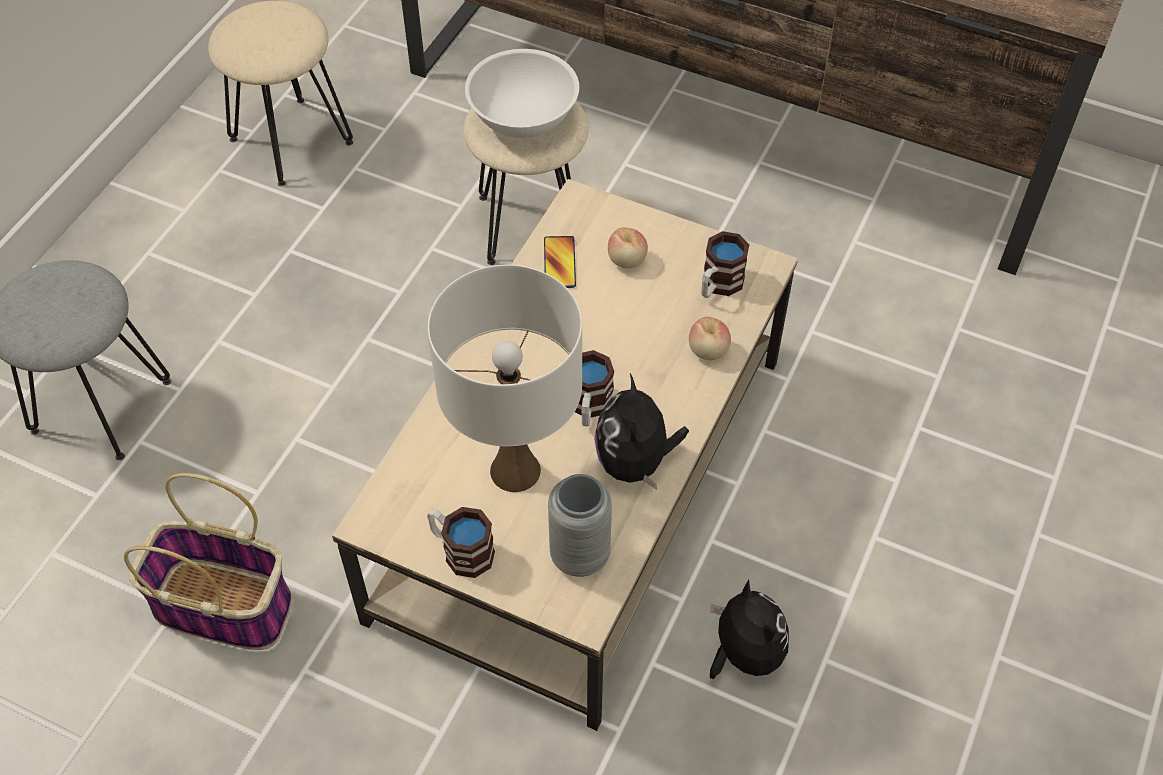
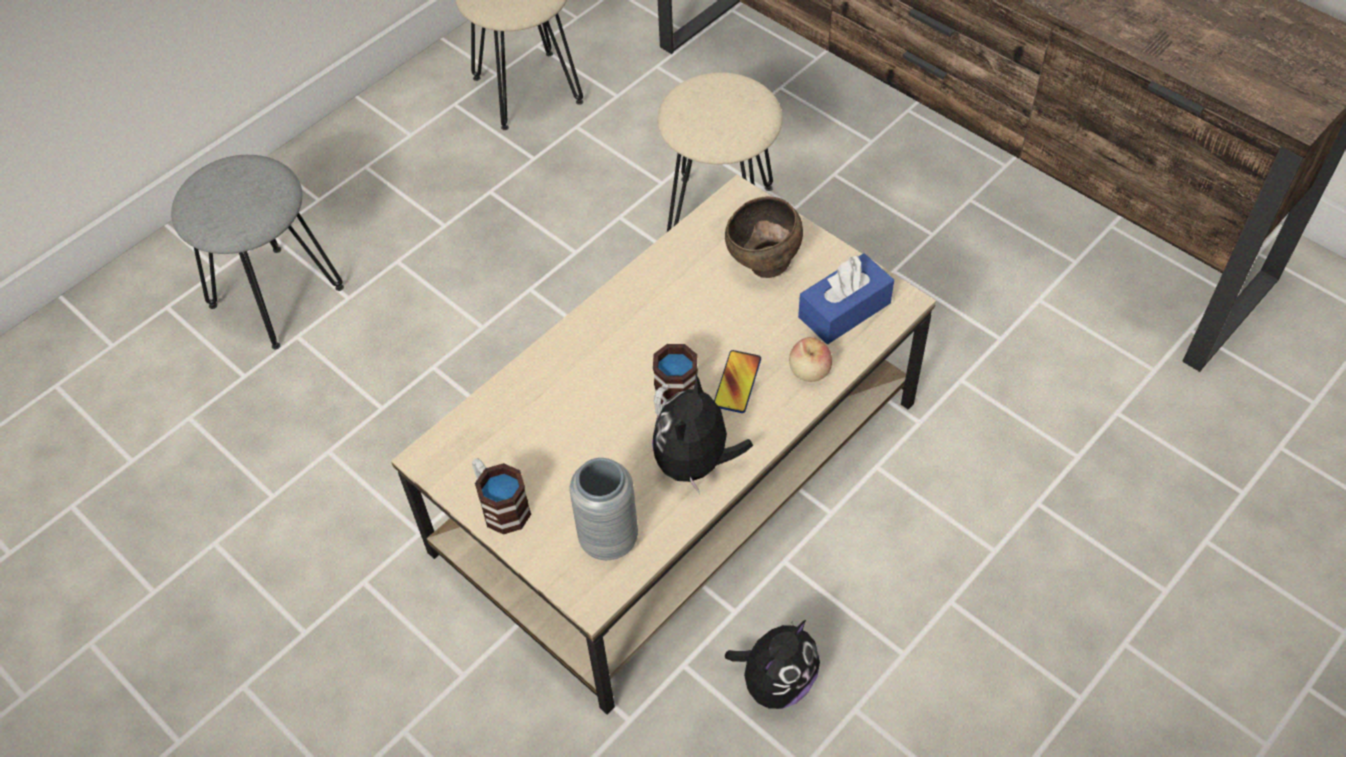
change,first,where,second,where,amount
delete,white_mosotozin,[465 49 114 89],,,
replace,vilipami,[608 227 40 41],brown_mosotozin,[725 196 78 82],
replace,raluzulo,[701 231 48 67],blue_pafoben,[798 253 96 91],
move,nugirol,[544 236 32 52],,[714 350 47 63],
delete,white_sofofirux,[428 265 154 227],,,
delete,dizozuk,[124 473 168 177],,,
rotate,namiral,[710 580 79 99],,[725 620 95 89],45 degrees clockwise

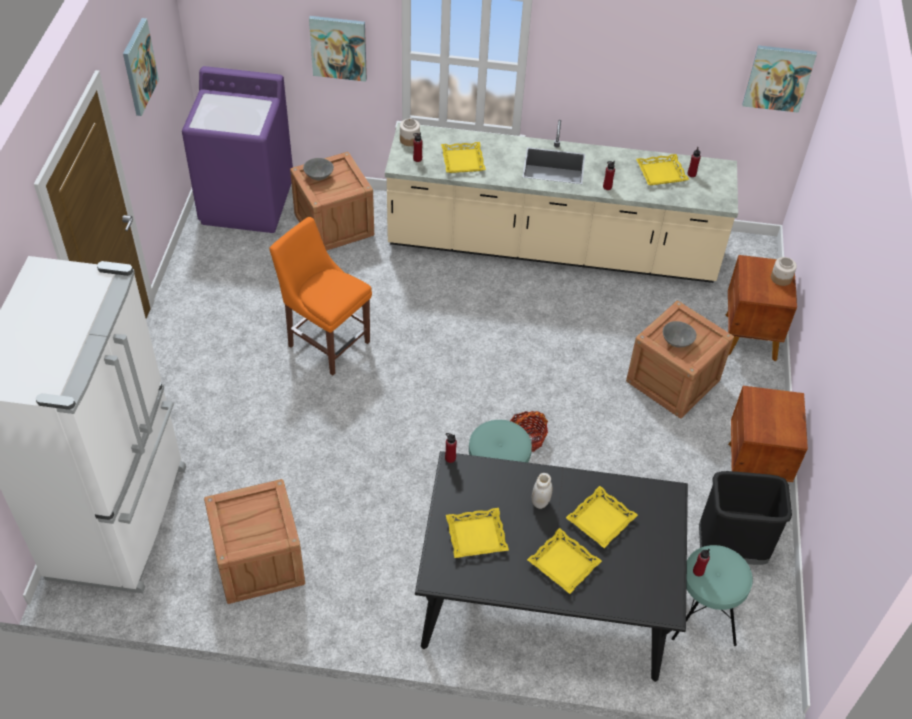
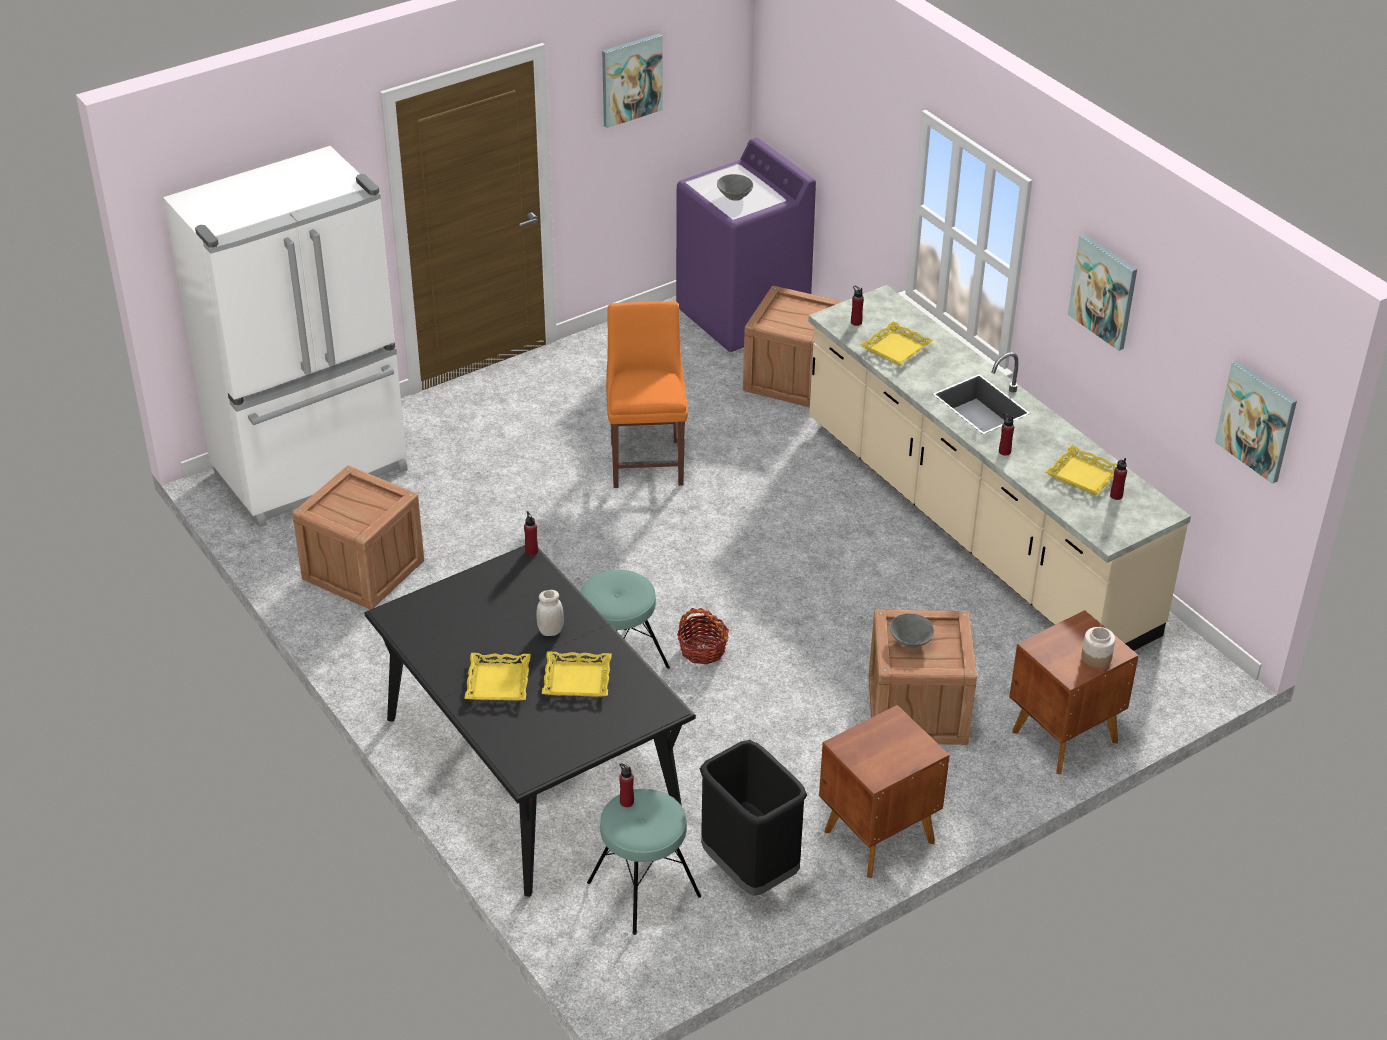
change,first,where,second,where,amount
move,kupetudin,[309 16 58 66],,[1068 234 69 117],
delete,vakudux,[400 119 20 27],,,
move,grey_mosotozin,[303 158 31 22],,[717 174 36 27],
delete,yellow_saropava,[446 508 63 50],,,

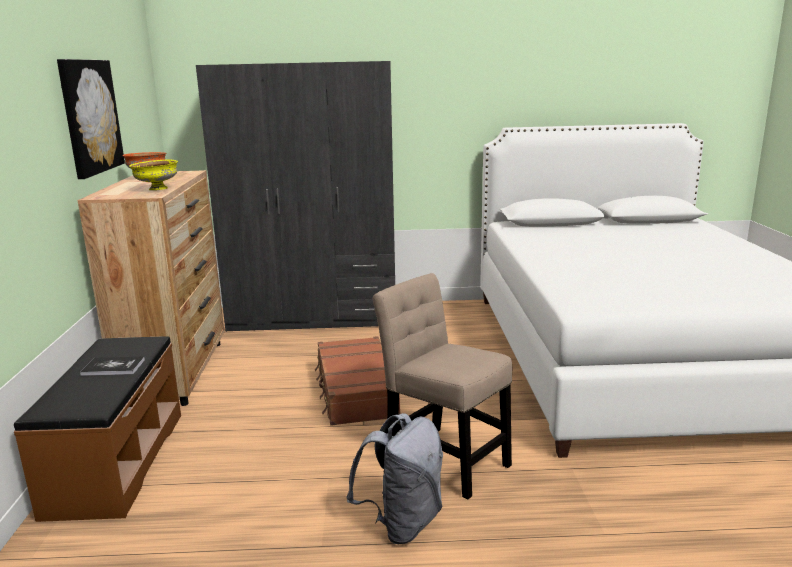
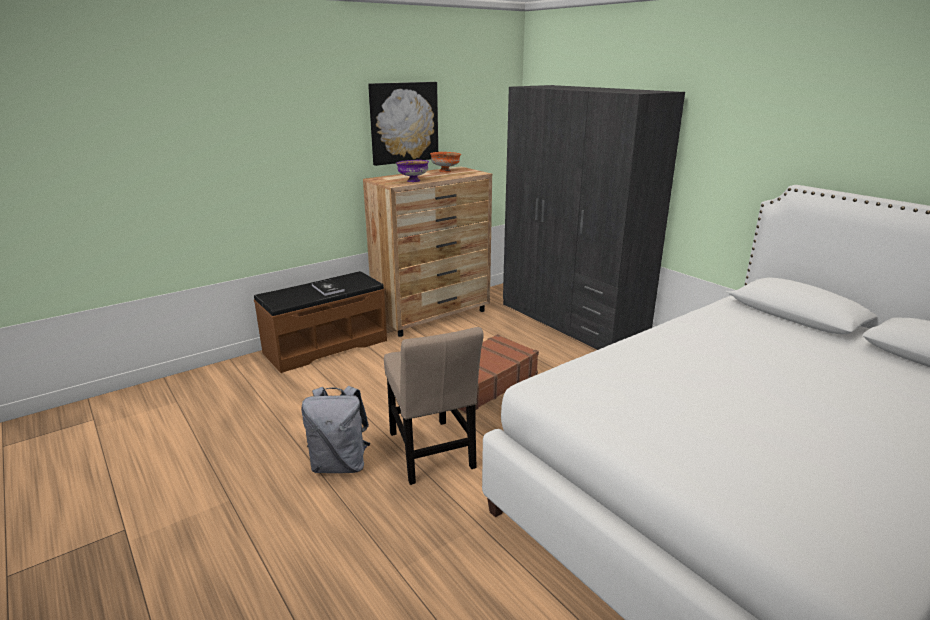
change,first,where,second,where,amount
recolor,yellow_mosotozin,[129 160 49 30],purple_mosotozin,[396 160 33 22],
rotate,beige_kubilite,[373 273 139 226],,[384 327 100 158],150 degrees clockwise

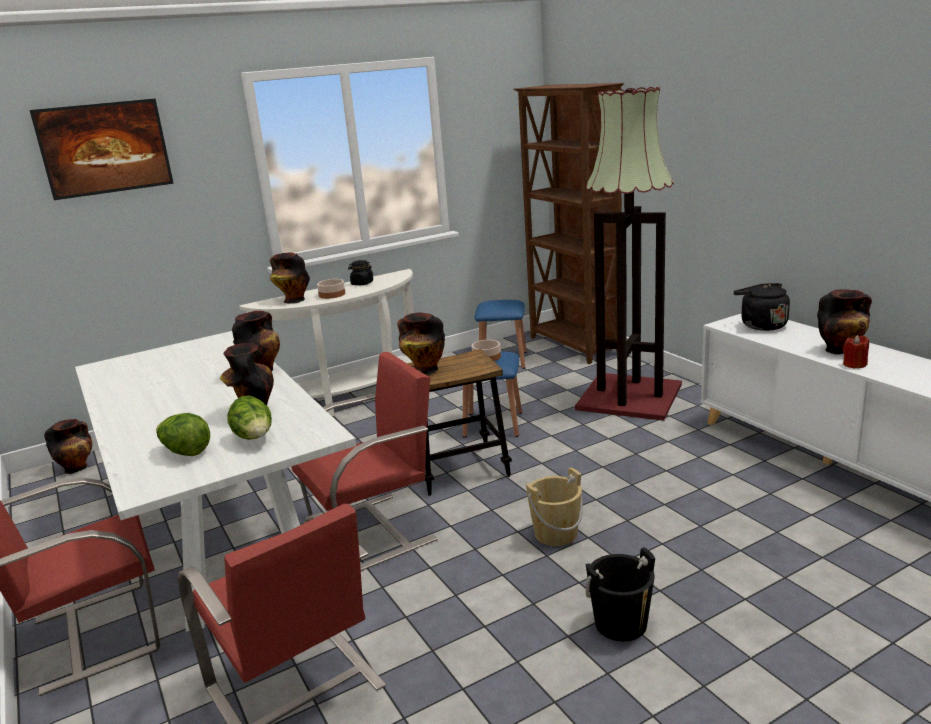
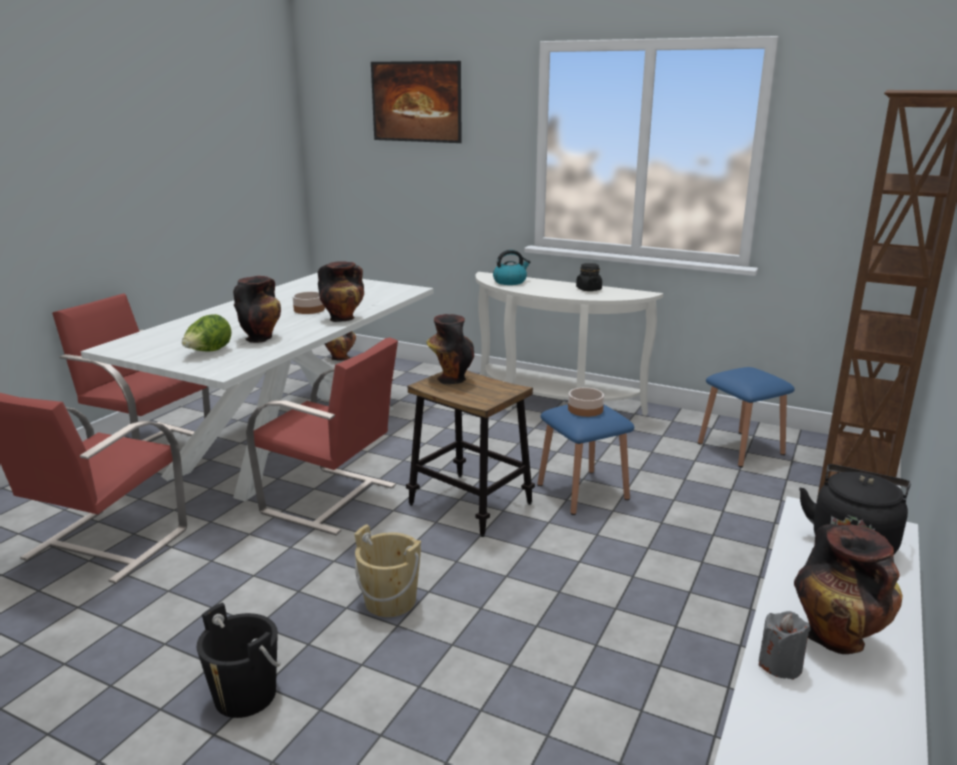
change,first,where,second,where,amount
delete,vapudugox,[575 87 107 334],,,
replace,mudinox,[270 252 40 52],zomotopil,[493 250 37 35],
move,mosotozin,[317 279 28 20],,[292 291 33 23],
recolor,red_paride,[843 335 26 34],grey_paride,[759 611 52 69],
delete,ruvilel,[156 413 54 43],,,

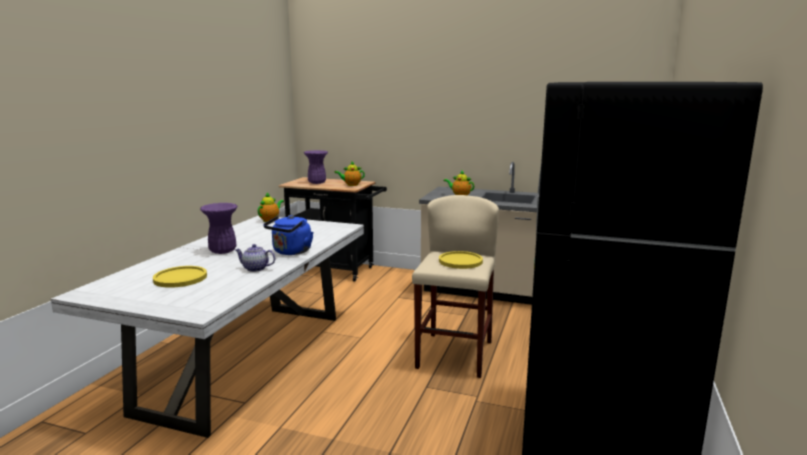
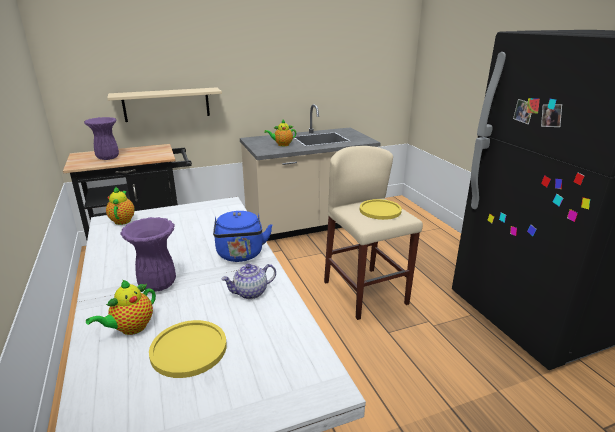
change,first,where,second,where,amount
move,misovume,[334 161 31 25],,[86 280 70 55],
insert,,,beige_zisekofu,[107 87 115 35],

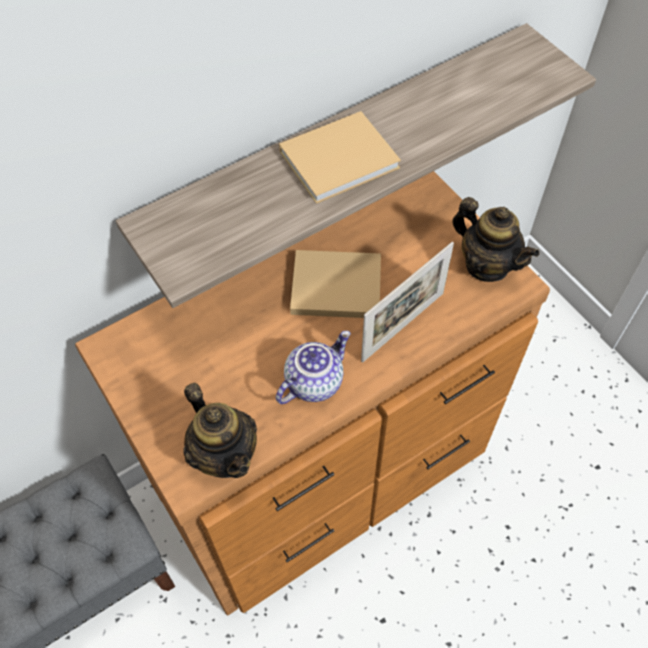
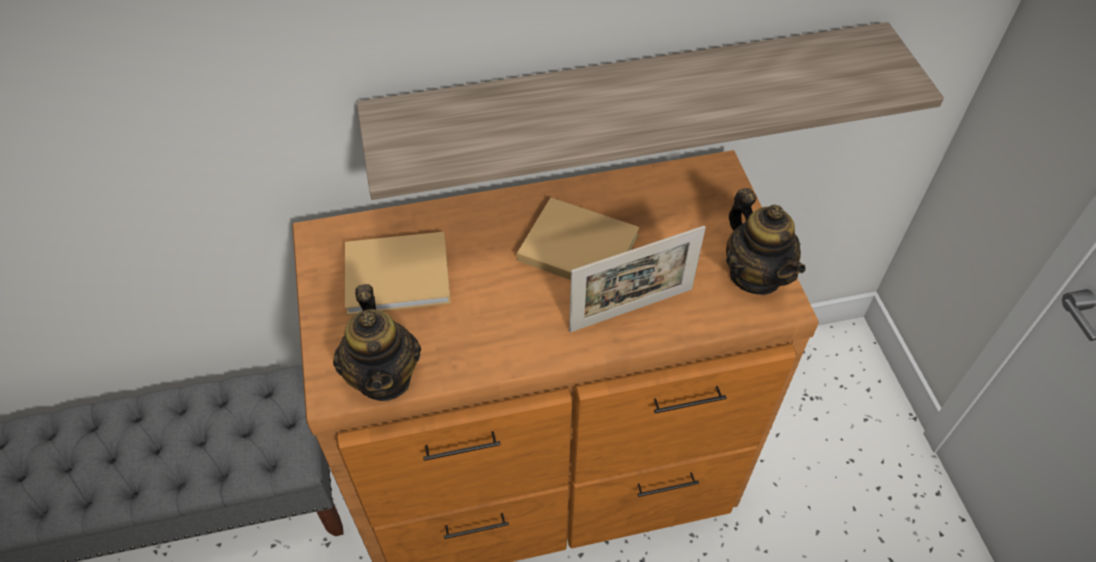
change,first,where,second,where,amount
move,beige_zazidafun,[279 111 122 93],,[345 232 106 83],
delete,misovume,[276 331 75 73],,,

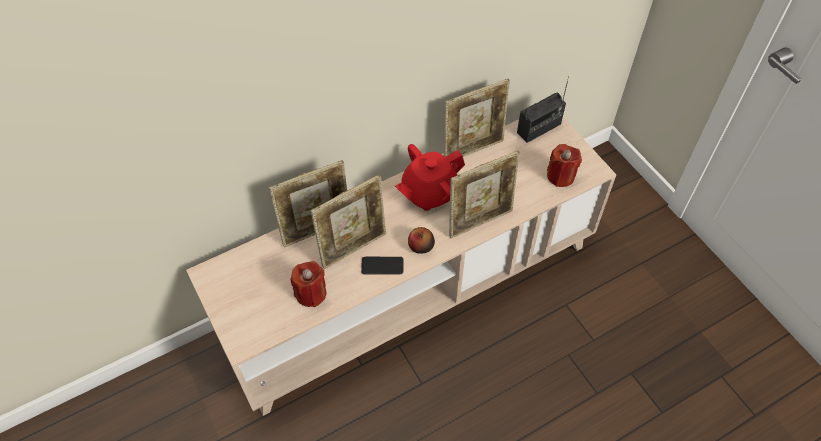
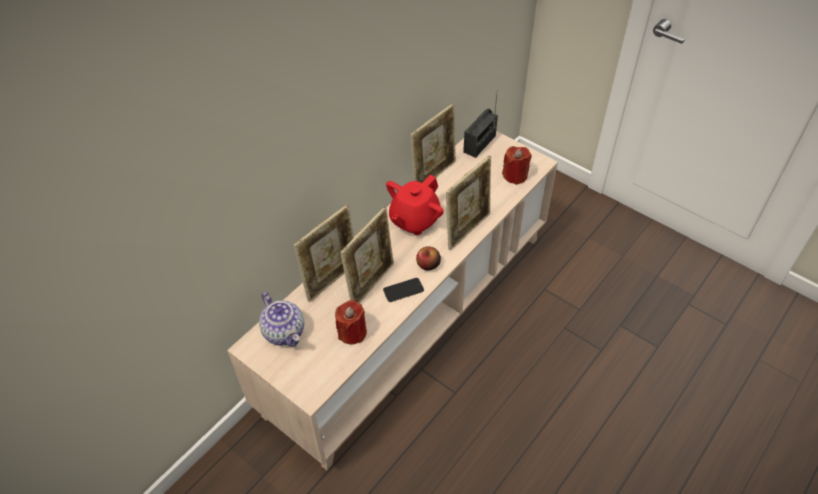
change,first,where,second,where,amount
insert,,,misovume,[259 292 45 55],

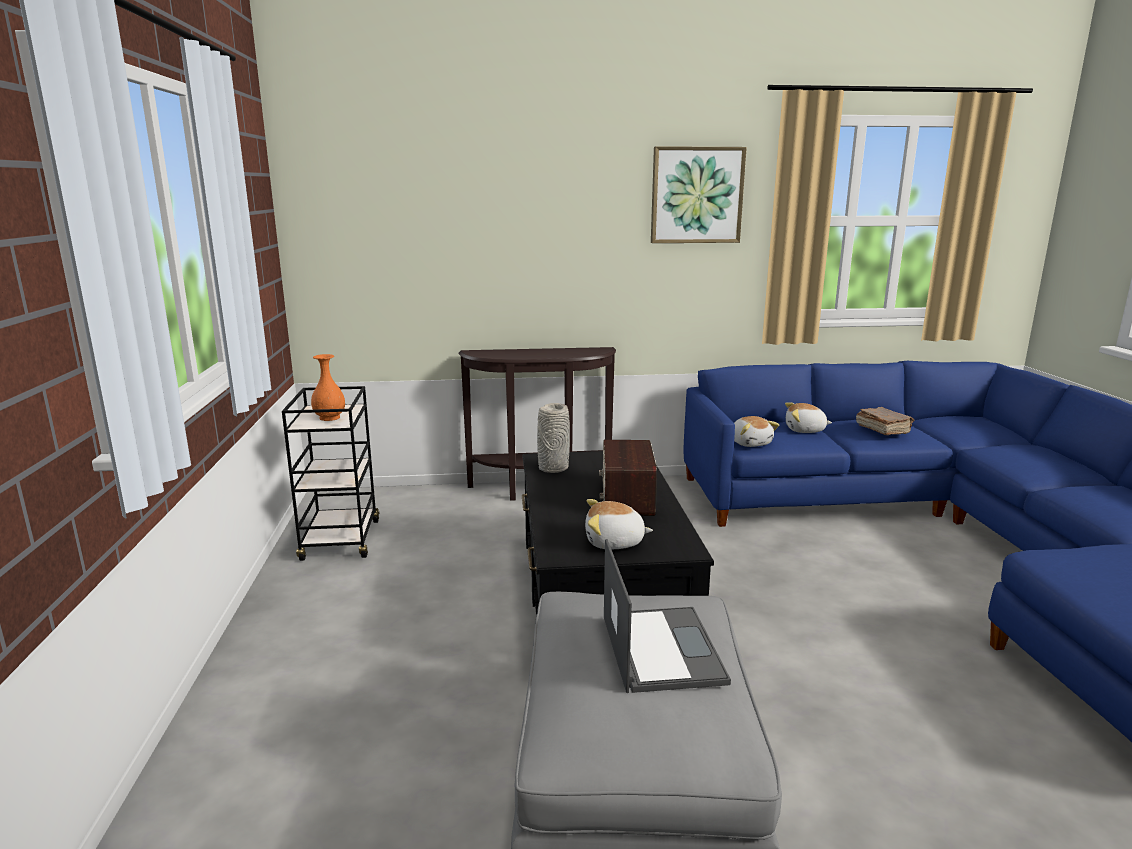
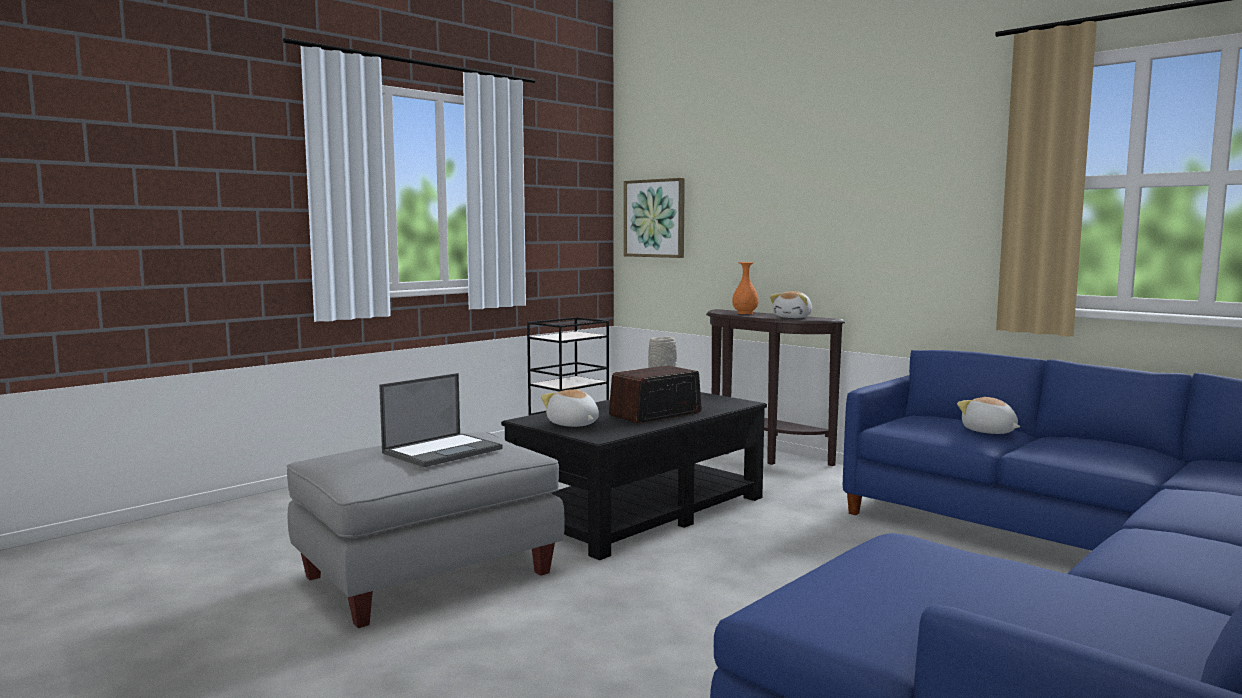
change,first,where,second,where,amount
move,kupetudin,[651 146 96 97],,[624 178 61 80],
move,orange_mudinox,[311 354 34 67],,[732 262 26 52],
delete,brown_zazidafun,[856 407 59 28],,,
move,namiral,[734 416 45 31],,[770 291 42 27],

